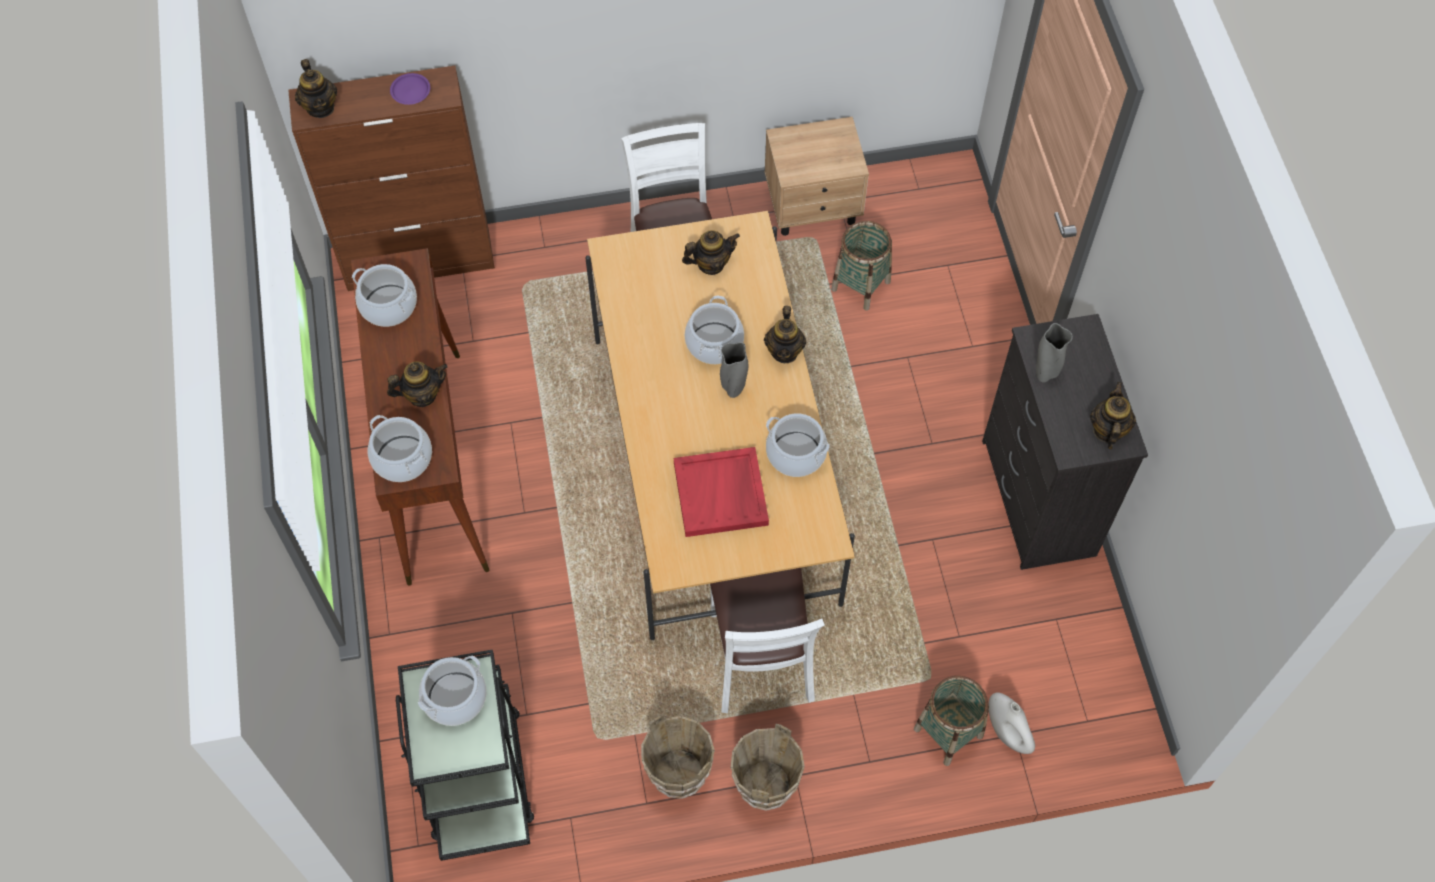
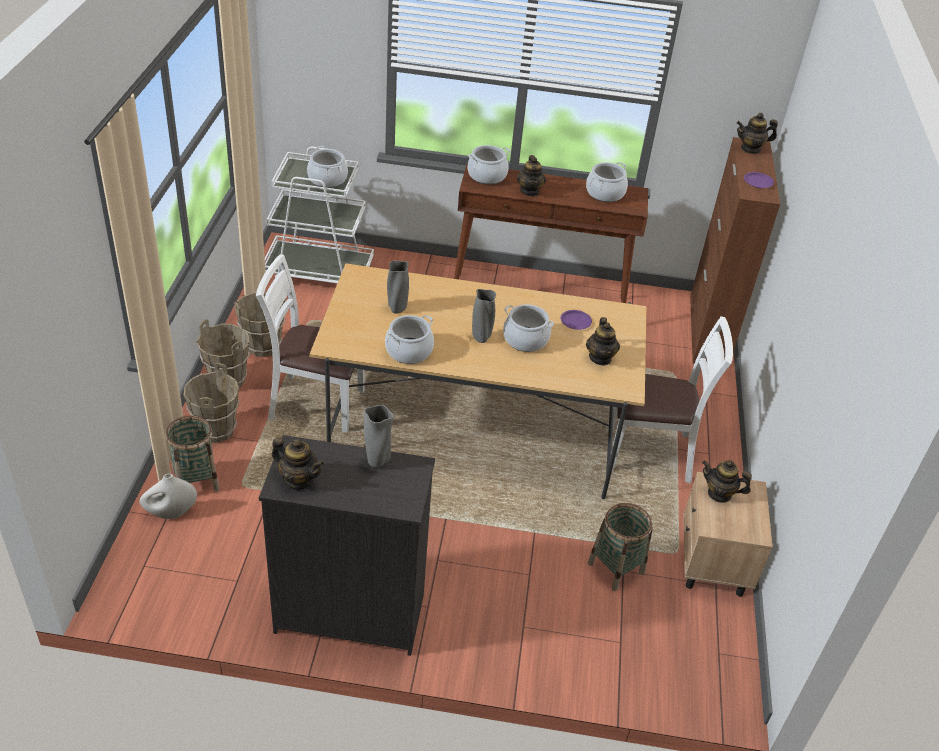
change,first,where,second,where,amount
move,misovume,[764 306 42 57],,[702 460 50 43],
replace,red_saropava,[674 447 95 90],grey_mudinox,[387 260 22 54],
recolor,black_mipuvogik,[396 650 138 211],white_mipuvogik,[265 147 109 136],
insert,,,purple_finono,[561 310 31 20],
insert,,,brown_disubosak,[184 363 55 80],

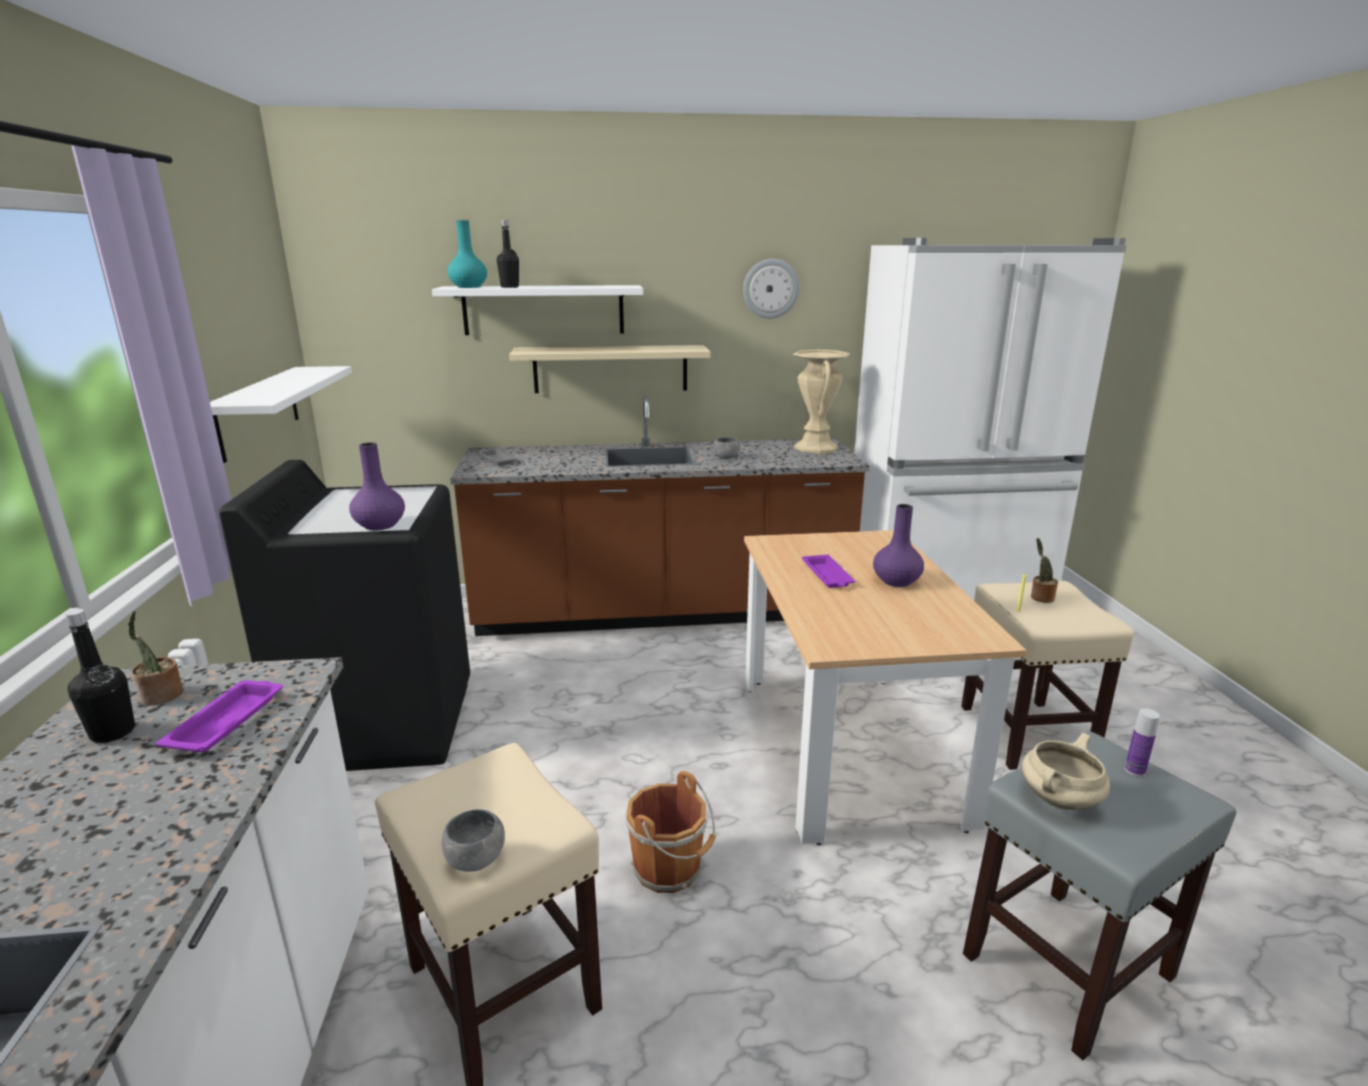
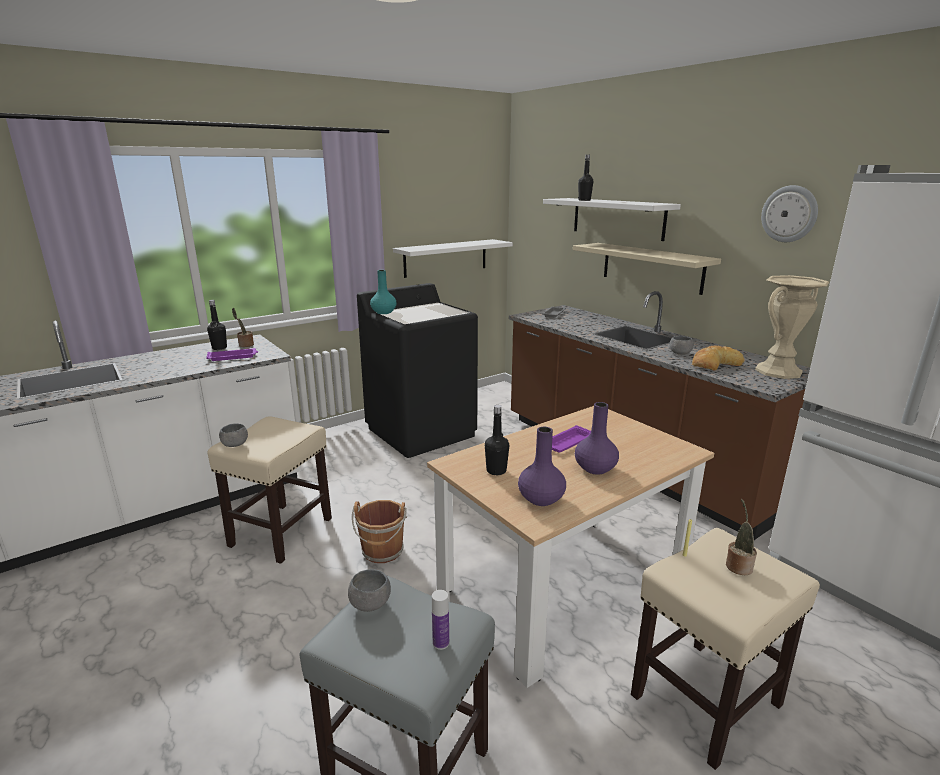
change,first,where,second,where,amount
move,turquoise_mudinox,[447 220 40 68],,[370 270 27 44],
move,purple_mudinox,[349 442 56 89],,[518 427 48 79],
replace,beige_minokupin,[1022 733 88 77],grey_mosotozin,[348 569 43 43],
insert,,,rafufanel,[692 346 53 24],
insert,,,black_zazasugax,[485 405 24 70],

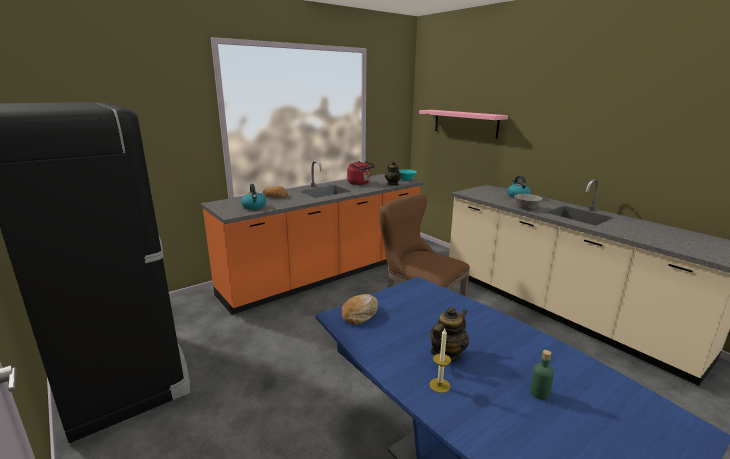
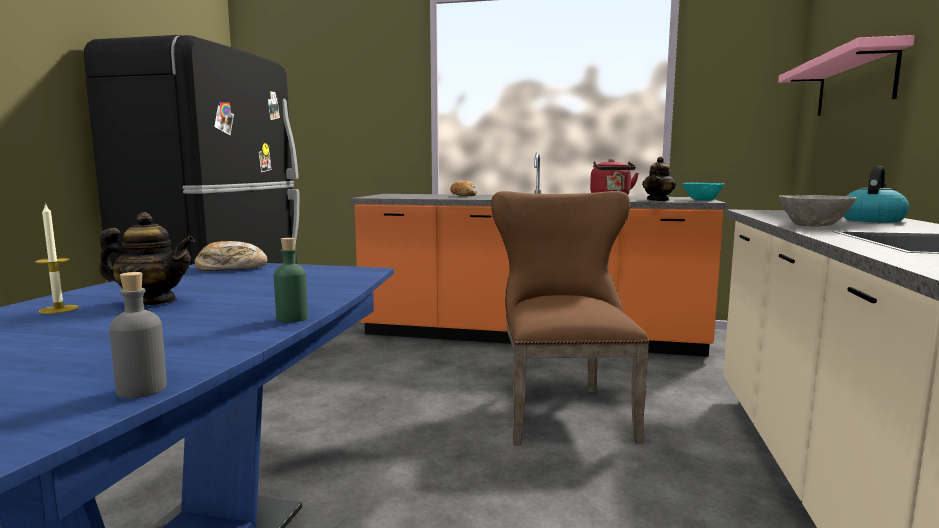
change,first,where,second,where,amount
delete,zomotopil,[241 184 25 25],,,
move,green_zazasugax,[530 350 24 50],,[274 238 34 85],
insert,,,grey_zazasugax,[109 272 58 126],

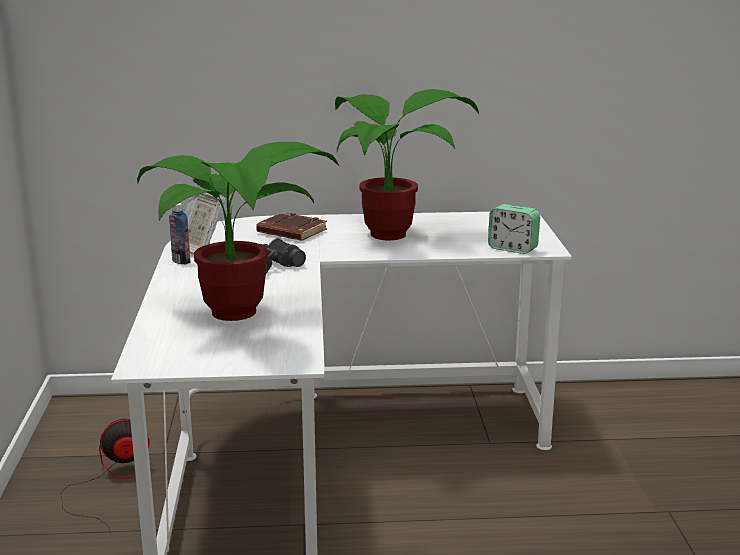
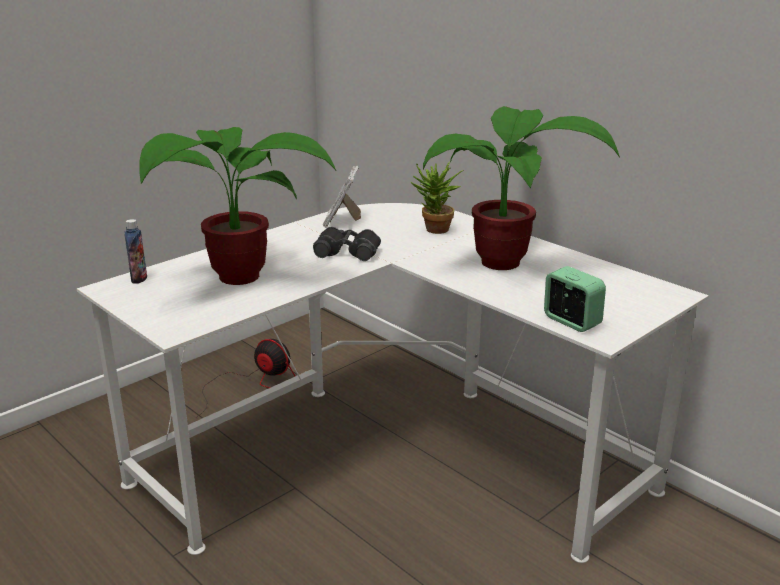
change,first,where,second,where,amount
move,zazasugax,[169 203 21 61],,[124 219 23 65],
rotate,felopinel,[488 204 52 50],,[544 266 62 66],150 degrees clockwise
replace,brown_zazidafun,[256 212 71 29],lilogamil,[410 162 54 72],

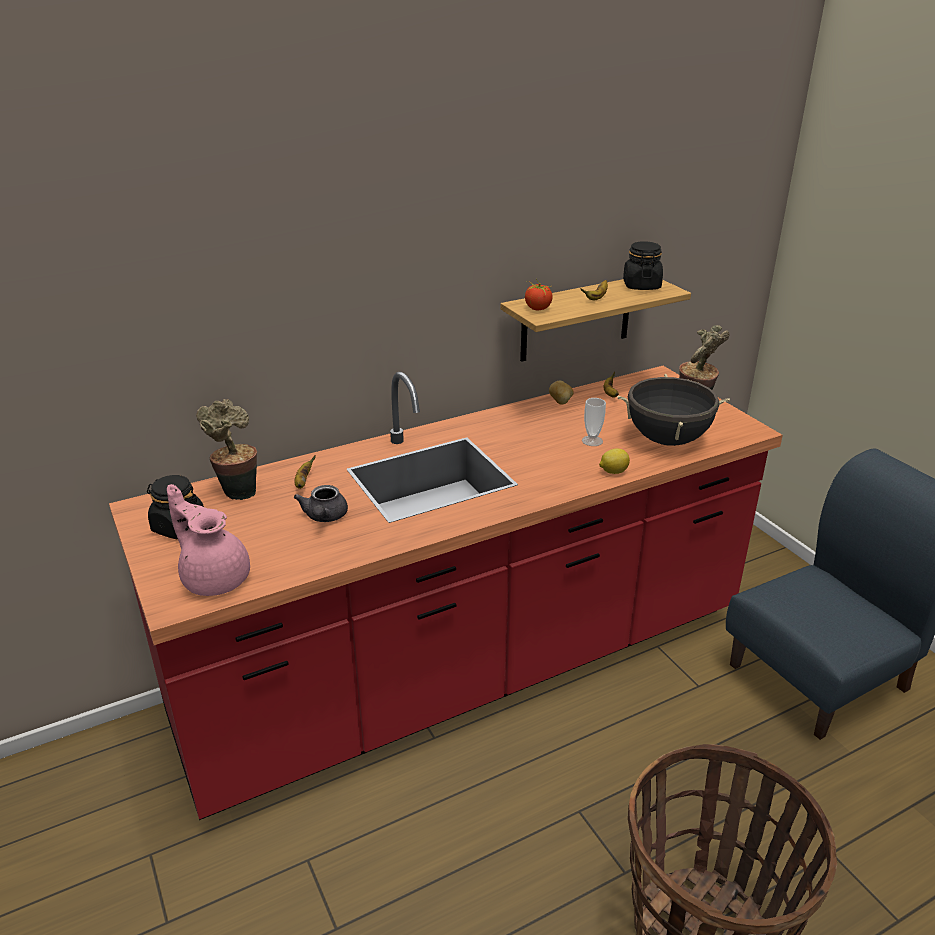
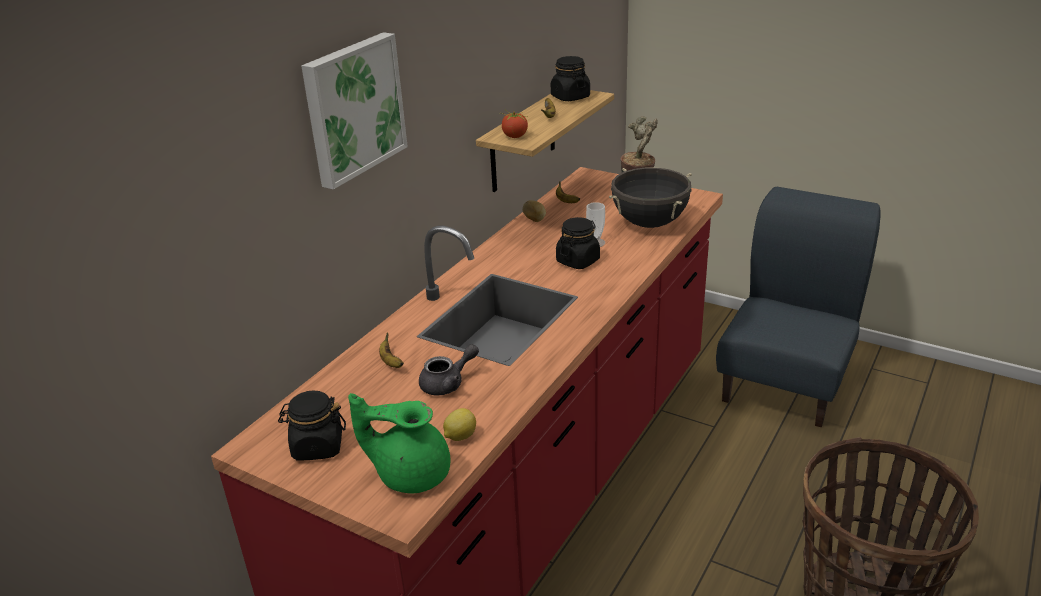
change,first,where,second,where,amount
delete,lilogamil,[196 399 61 101],,,
move,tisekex,[599 449 31 25],,[443 408 33 33],
recolor,pink_misovume,[167 484 83 112],green_misovume,[348 393 102 100],
rotate,grey_misovume,[294 485 54 37],,[419 344 60 52],90 degrees counterclockwise
insert,,,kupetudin,[301 32 107 158],
insert,,,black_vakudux,[556 217 44 52],

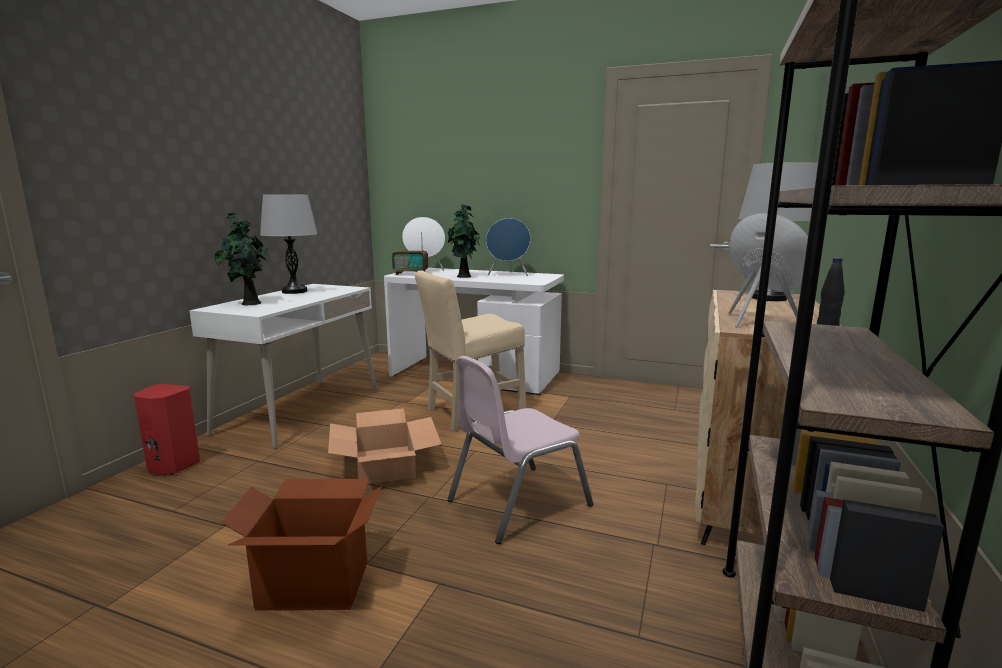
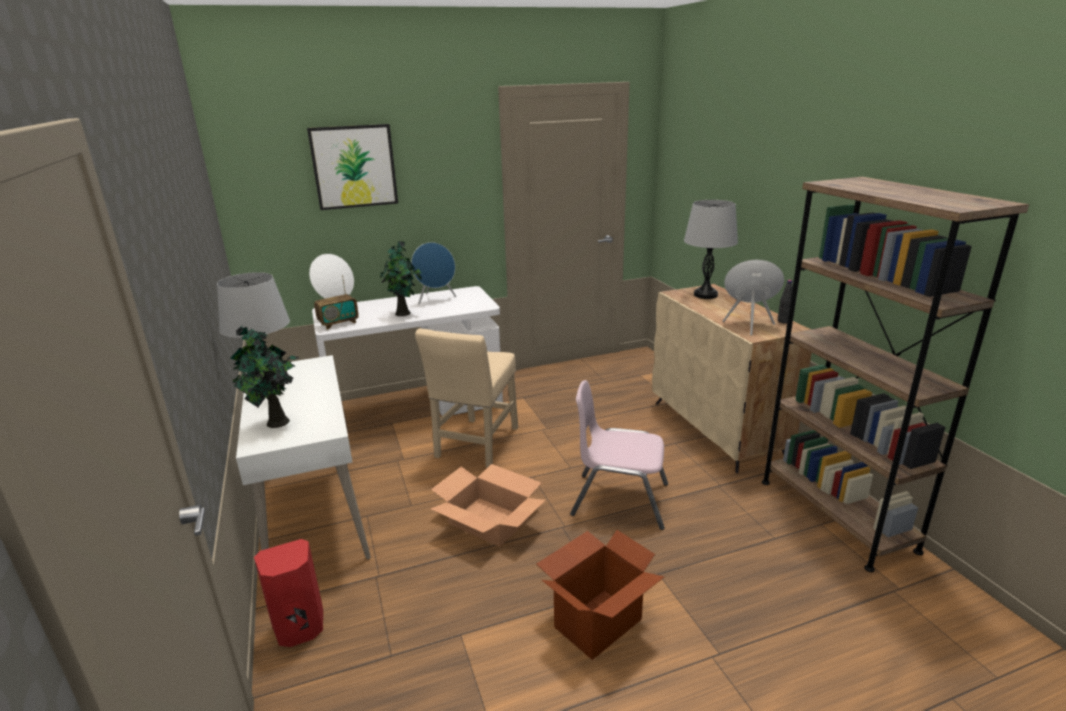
change,first,where,second,where,amount
rotate,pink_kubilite,[448 356 145 188],,[570 380 98 150],90 degrees clockwise
insert,,,kupetudin,[307 124 91 86],

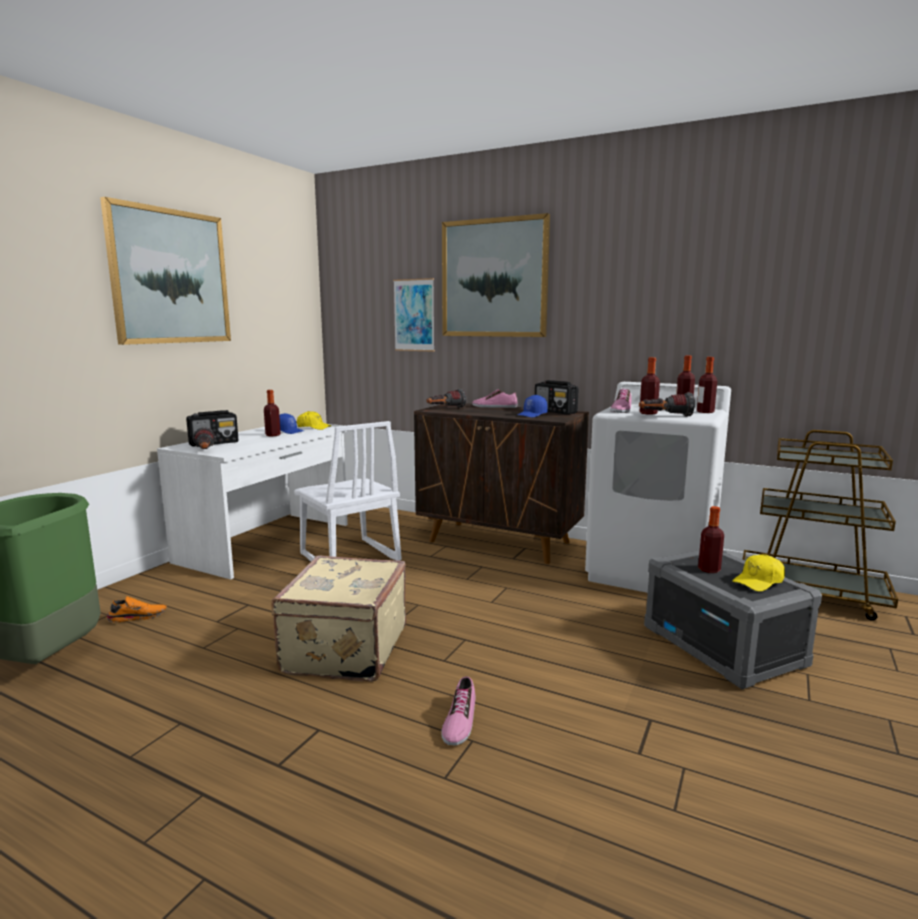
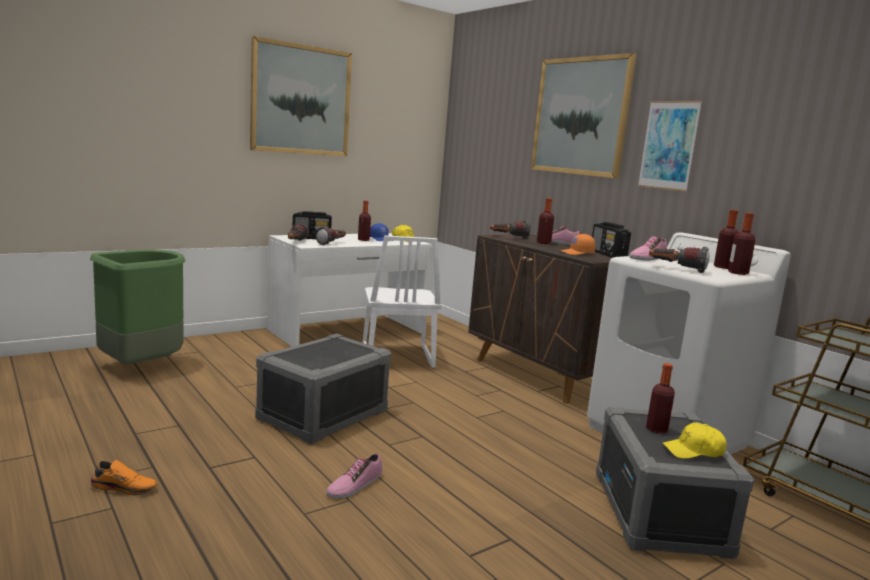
change,first,where,second,where,amount
move,kupetudin,[393 278 42 74],,[638 101 64 91],
move,zazasugax,[640 357 20 58],,[537 198 17 46],
recolor,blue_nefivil,[517 395 31 22],orange_nefivil,[560 234 35 21],
replace,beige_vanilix,[271 555 135 127],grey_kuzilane,[255 334 136 110],
move,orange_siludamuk,[106 596 61 27],,[90 460 68 36],
insert,,,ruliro,[315 227 31 18],

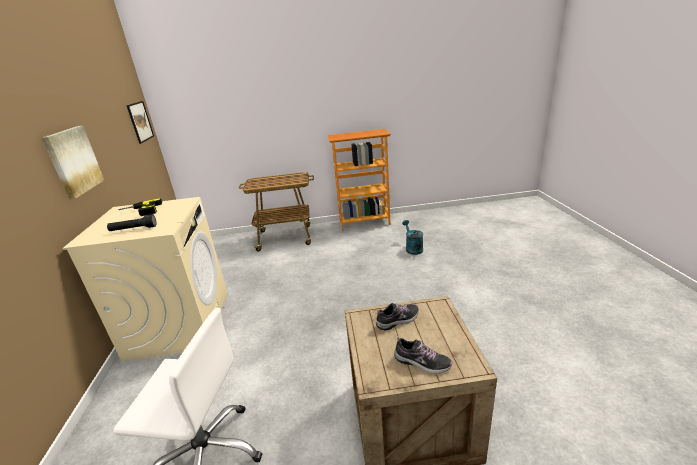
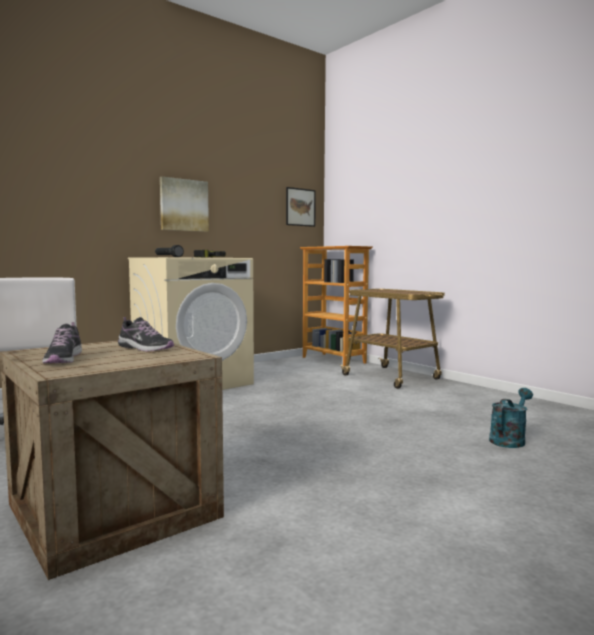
change,first,where,second,where,amount
move,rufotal,[327 129 64 102],,[300 246 73 120],

